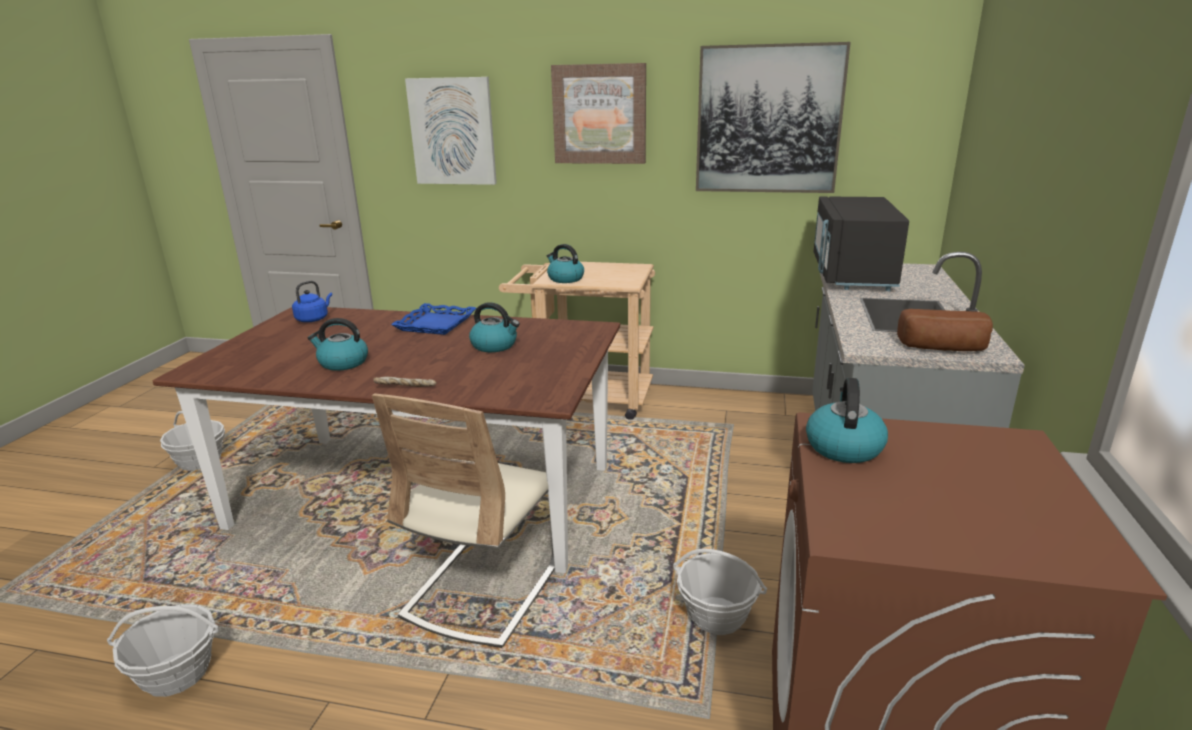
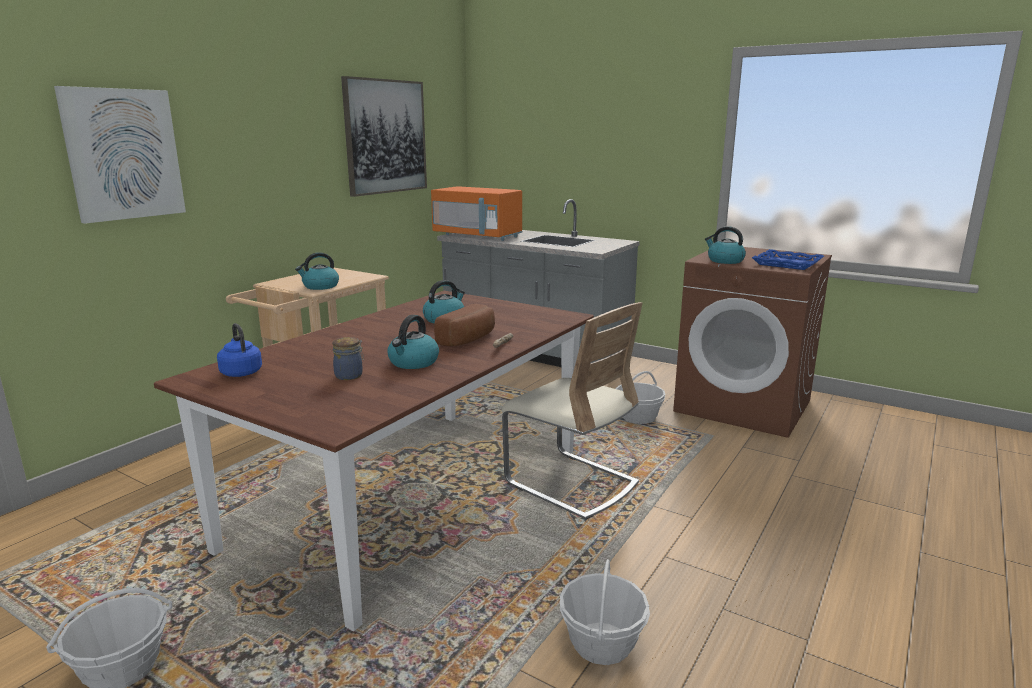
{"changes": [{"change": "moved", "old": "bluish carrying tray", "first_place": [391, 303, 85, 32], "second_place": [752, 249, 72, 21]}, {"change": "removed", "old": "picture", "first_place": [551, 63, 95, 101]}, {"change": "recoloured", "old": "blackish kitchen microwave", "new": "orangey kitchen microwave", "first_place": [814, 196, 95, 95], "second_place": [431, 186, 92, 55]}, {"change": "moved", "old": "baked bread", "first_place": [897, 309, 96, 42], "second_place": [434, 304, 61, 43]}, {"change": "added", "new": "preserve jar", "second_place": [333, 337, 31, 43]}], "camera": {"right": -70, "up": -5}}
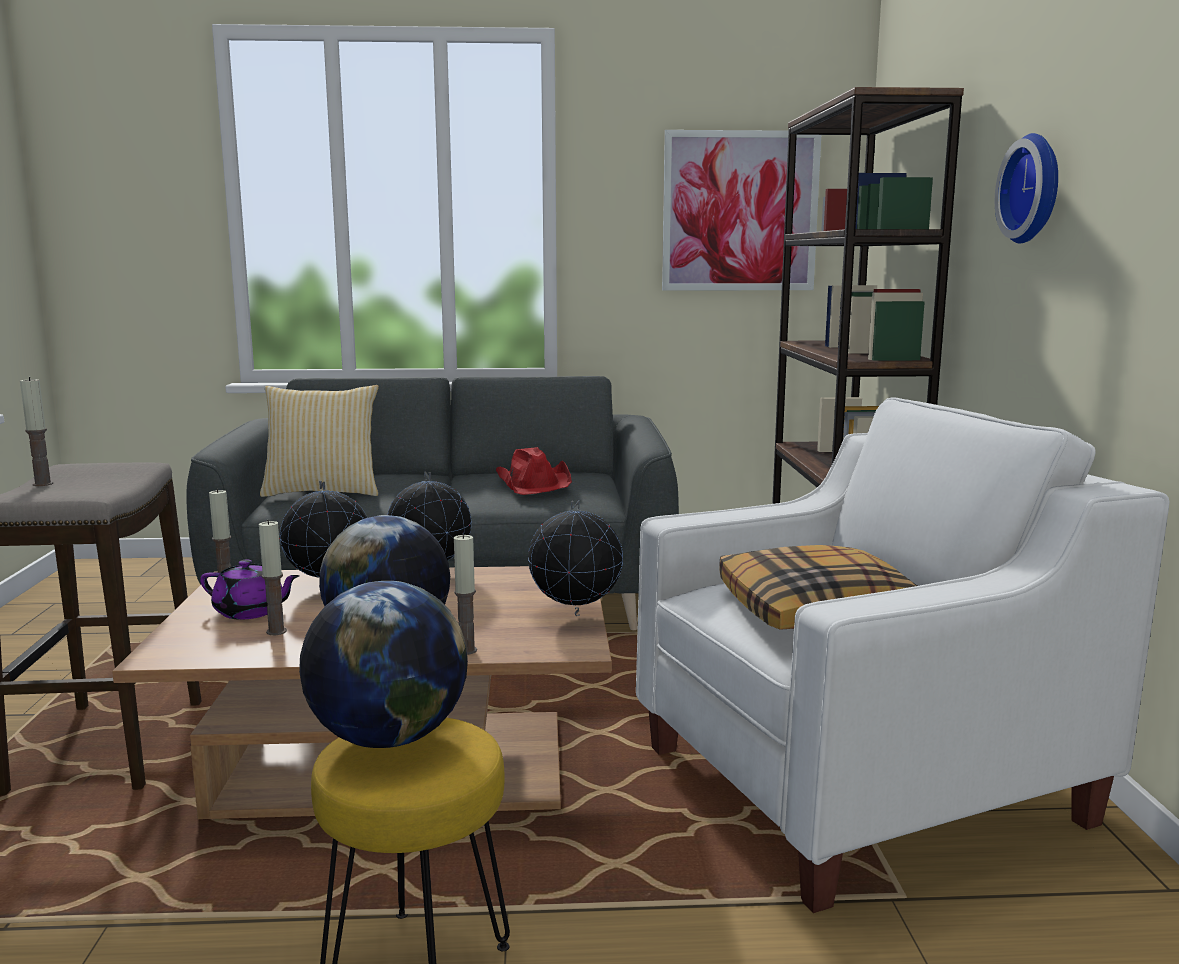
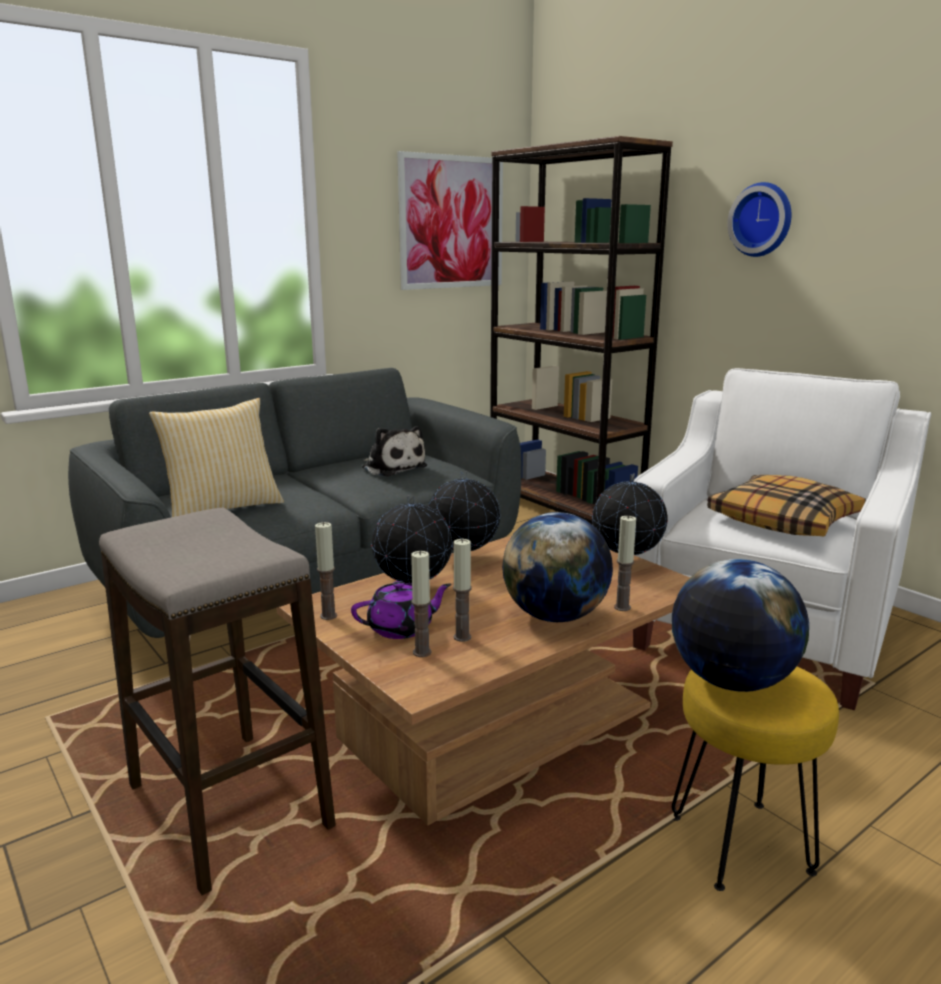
{"changes": [{"change": "moved", "old": "wax light", "first_place": [20, 377, 33, 109], "second_place": [411, 550, 20, 107]}, {"change": "replaced", "old": "red-coloured clothing hat", "new": "soft toy", "first_place": [496, 447, 76, 48], "second_place": [362, 426, 65, 50]}], "camera": {"right": -35, "up": 5}}
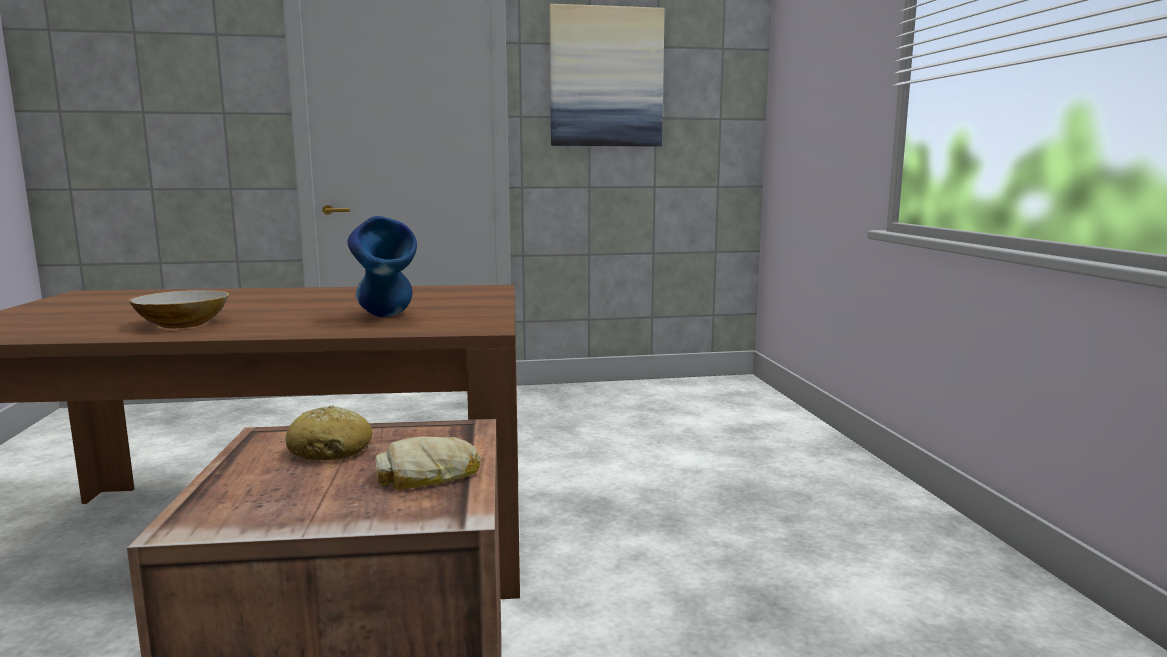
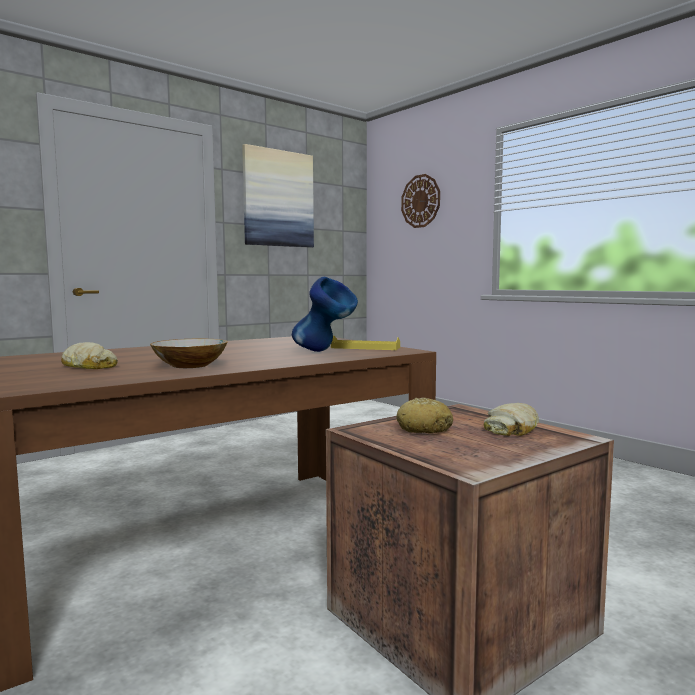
{"changes": [{"change": "added", "new": "baked bread", "second_place": [61, 342, 57, 27]}, {"change": "added", "new": "yellow carrying tray", "second_place": [331, 336, 69, 14]}, {"change": "added", "new": "clock on the wall", "second_place": [401, 174, 39, 54]}], "camera": {"right": -30, "up": -5}}
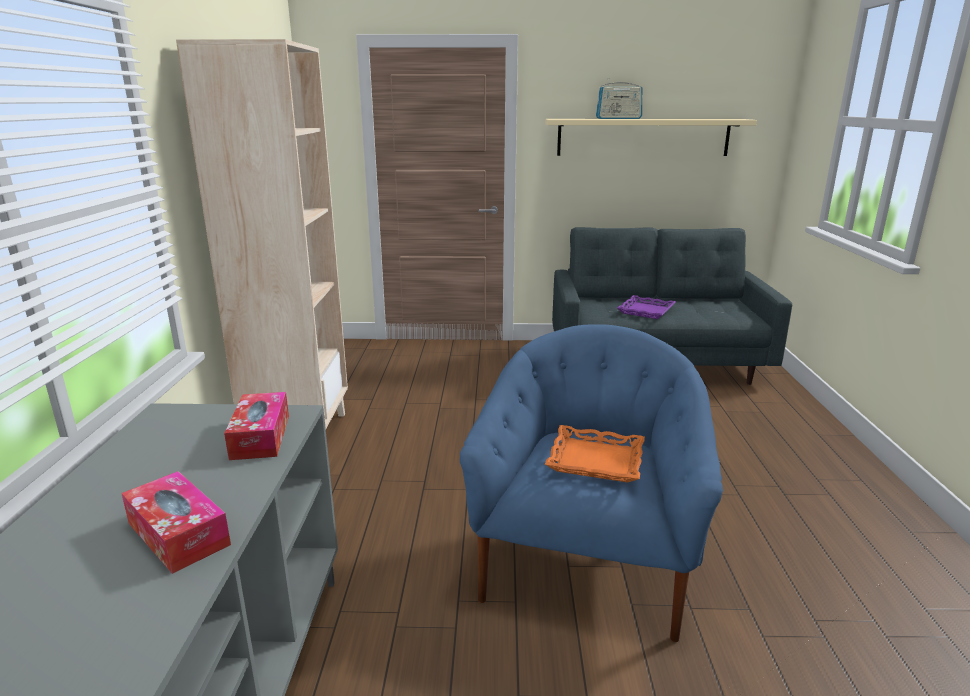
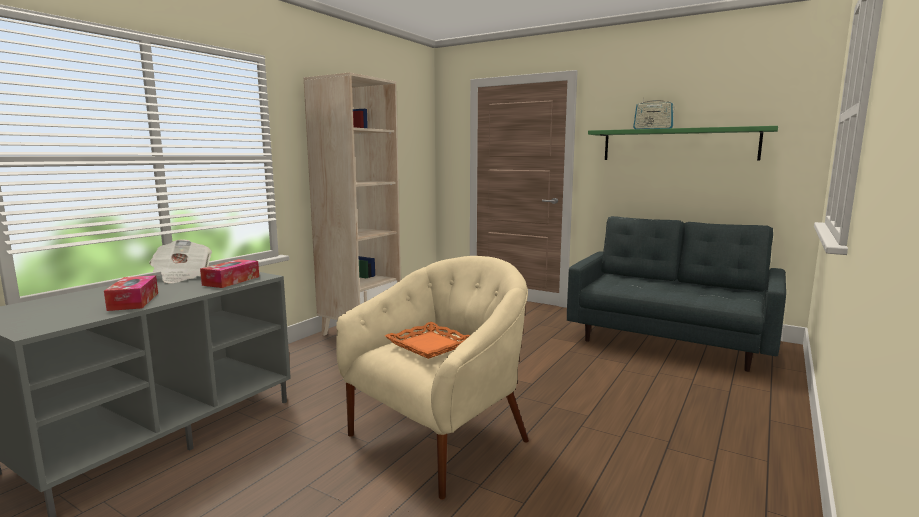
{"changes": [{"change": "recoloured", "old": "bluish lounge chair", "new": "beige-coloured lounge chair", "first_place": [460, 324, 263, 318], "second_place": [336, 256, 193, 244]}, {"change": "recoloured", "old": "beige-coloured shelf", "new": "green-coloured shelf", "first_place": [545, 119, 212, 37], "second_place": [588, 126, 190, 35]}, {"change": "removed", "old": "purple-coloured carrying tray", "first_place": [617, 295, 59, 24]}, {"change": "added", "new": "printed paper", "second_place": [149, 240, 63, 43]}], "camera": {"right": 30, "up": -10}}
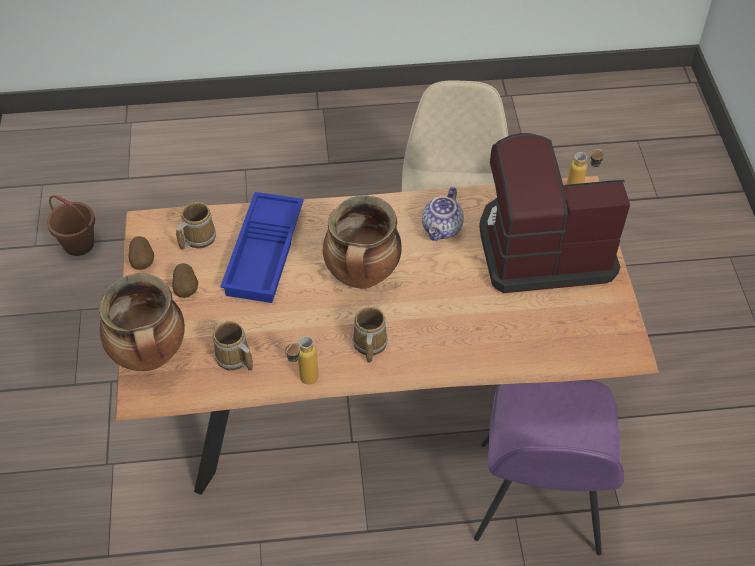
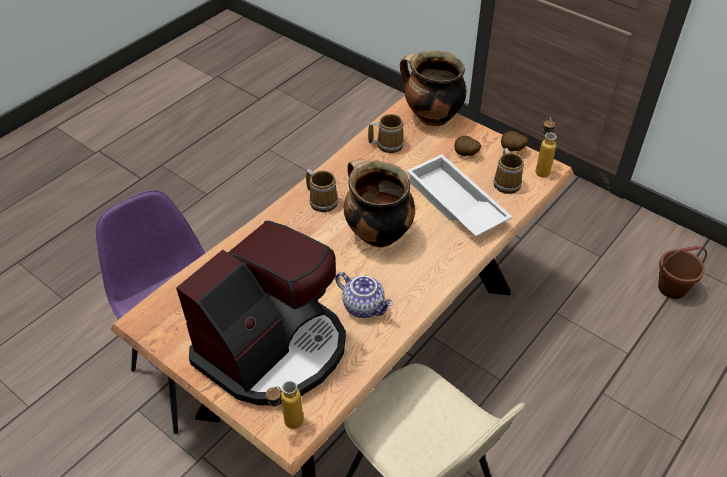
{"changes": [{"change": "recoloured", "old": "bluish carrying tray", "new": "white-coloured carrying tray", "first_place": [220, 192, 84, 111], "second_place": [407, 154, 105, 83]}, {"change": "moved", "old": "bottle", "first_place": [285, 336, 34, 48], "second_place": [536, 117, 21, 60]}, {"change": "turned", "old": "pot for tea", "first_place": [422, 187, 42, 54], "second_place": [335, 272, 58, 46], "degrees": 150}], "camera": {"right": 135, "up": -5}}
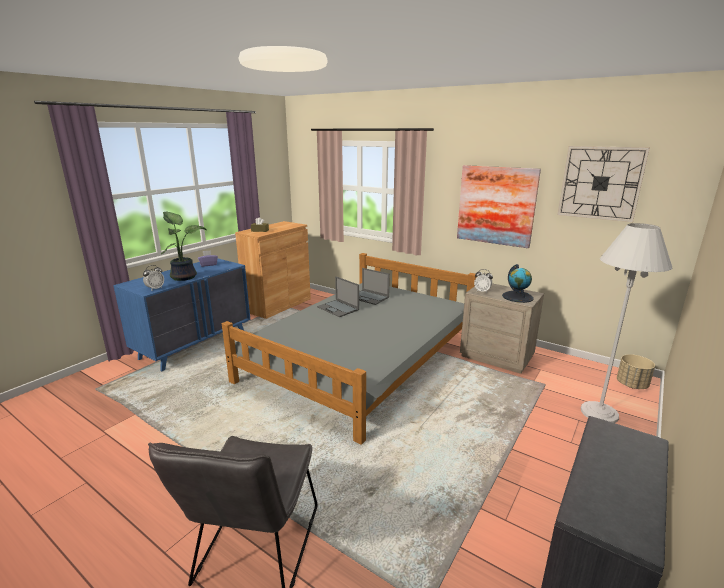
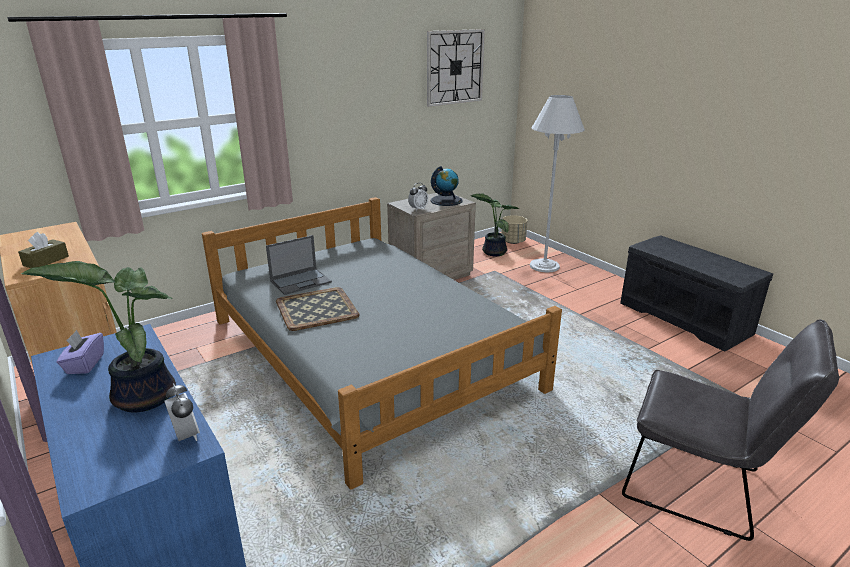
{"changes": [{"change": "replaced", "old": "laptop", "new": "carrying tray", "first_place": [317, 276, 42, 41], "second_place": [276, 287, 83, 44]}, {"change": "removed", "old": "picture", "first_place": [457, 165, 84, 83]}, {"change": "added", "new": "potted plant", "second_place": [471, 193, 48, 63]}], "camera": {"right": -70, "up": 5}}
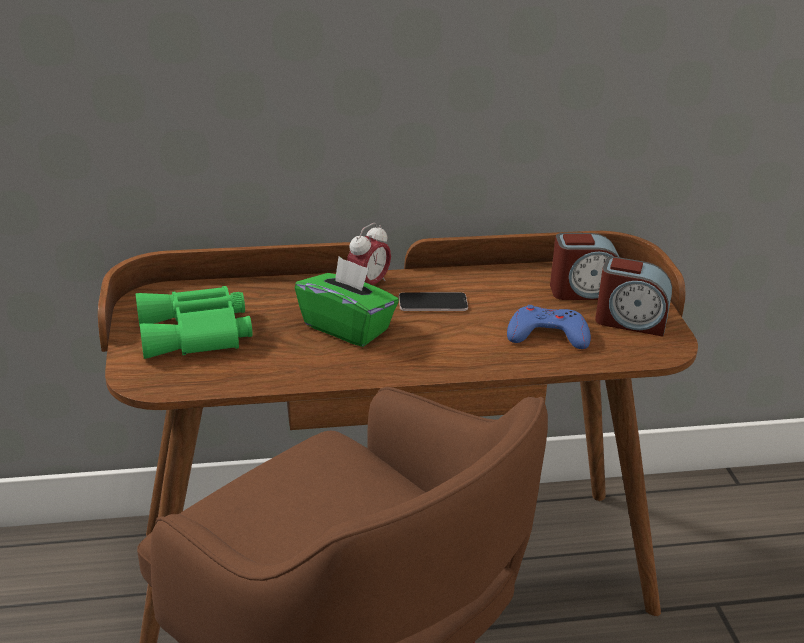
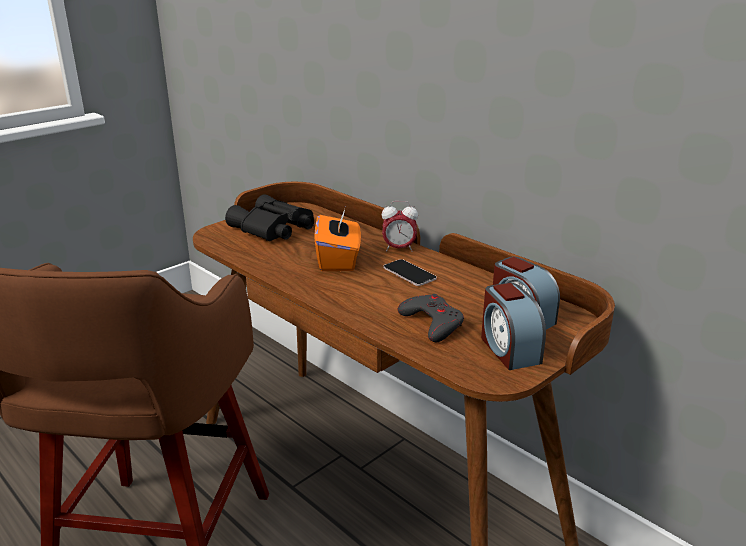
{"changes": [{"change": "recoloured", "old": "green-coloured field glasses", "new": "blackish field glasses", "first_place": [135, 286, 117, 73], "second_place": [225, 194, 89, 47]}, {"change": "recoloured", "old": "green-coloured tissue box", "new": "orangey tissue box", "first_place": [295, 256, 104, 91], "second_place": [314, 209, 47, 62]}, {"change": "recoloured", "old": "bluish game controller", "new": "gray game controller", "first_place": [507, 305, 84, 44], "second_place": [398, 294, 66, 48]}], "camera": {"right": 55, "up": -5}}
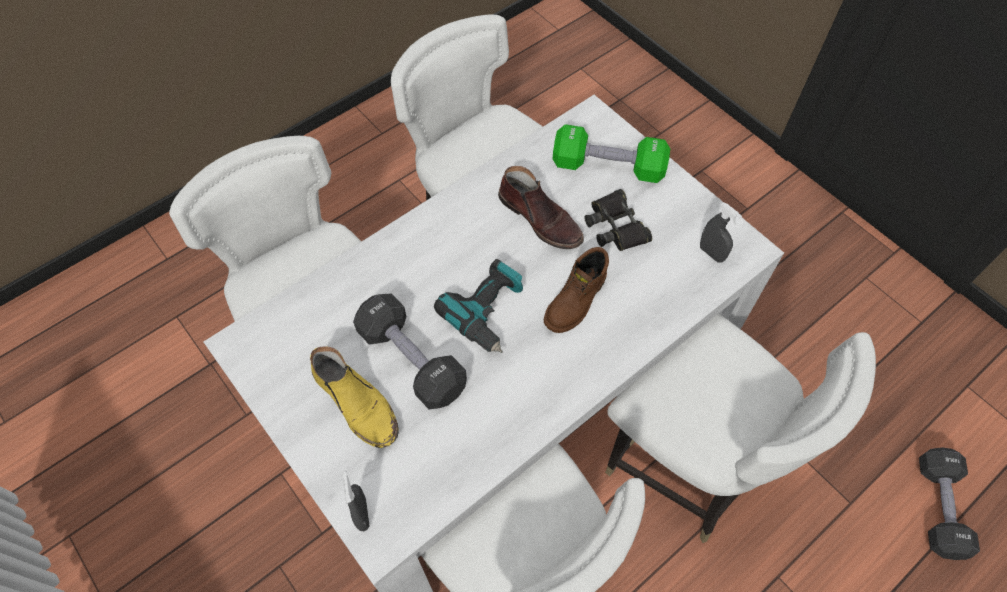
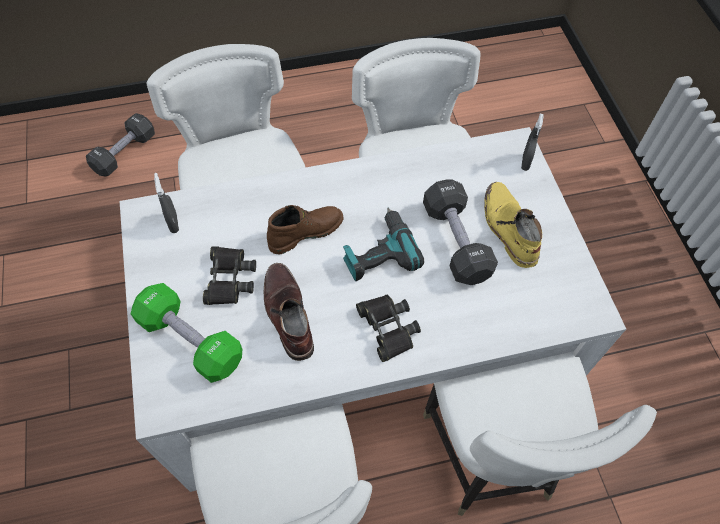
{"changes": [{"change": "added", "new": "blackish field glasses", "second_place": [356, 295, 65, 67]}], "camera": {"right": -155, "up": 0}}
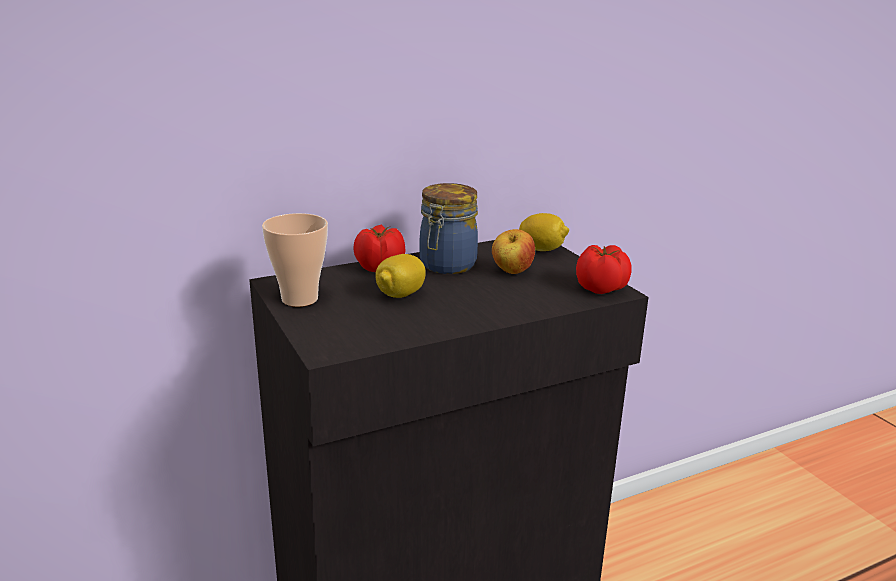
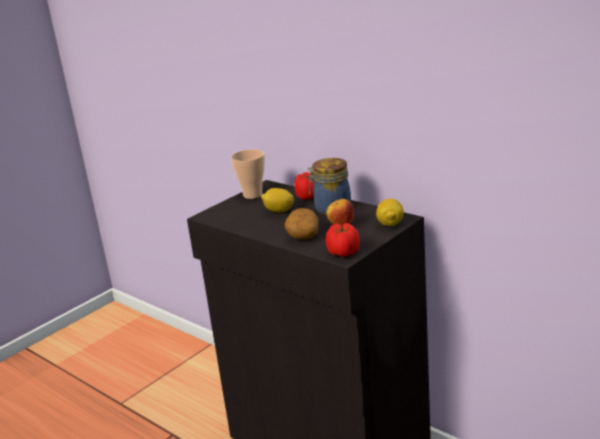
{"changes": [{"change": "added", "new": "potato", "second_place": [285, 208, 34, 32]}], "camera": {"right": 70, "up": 0}}
